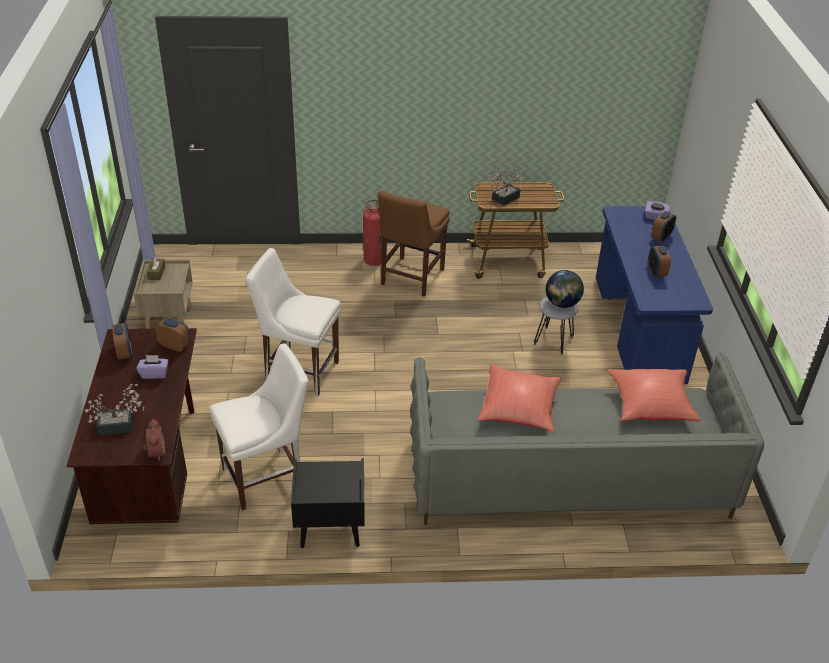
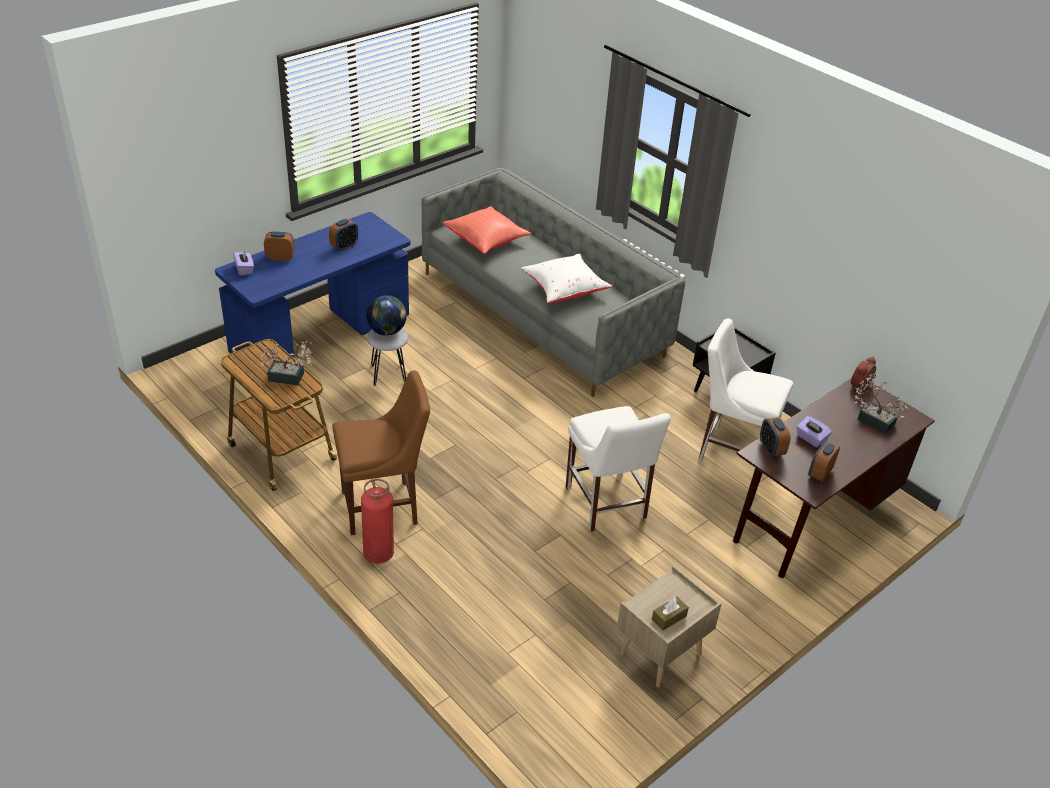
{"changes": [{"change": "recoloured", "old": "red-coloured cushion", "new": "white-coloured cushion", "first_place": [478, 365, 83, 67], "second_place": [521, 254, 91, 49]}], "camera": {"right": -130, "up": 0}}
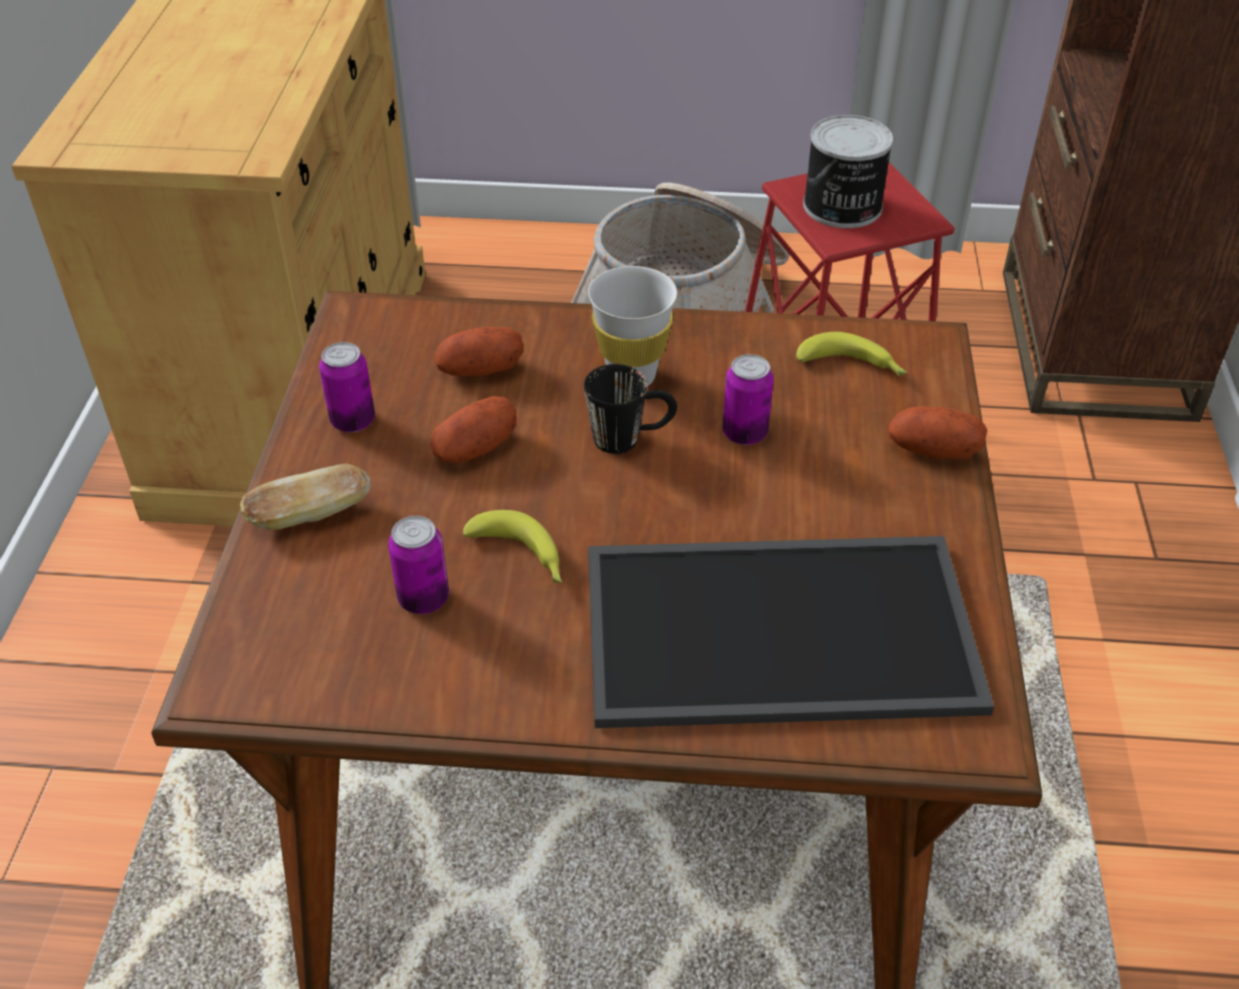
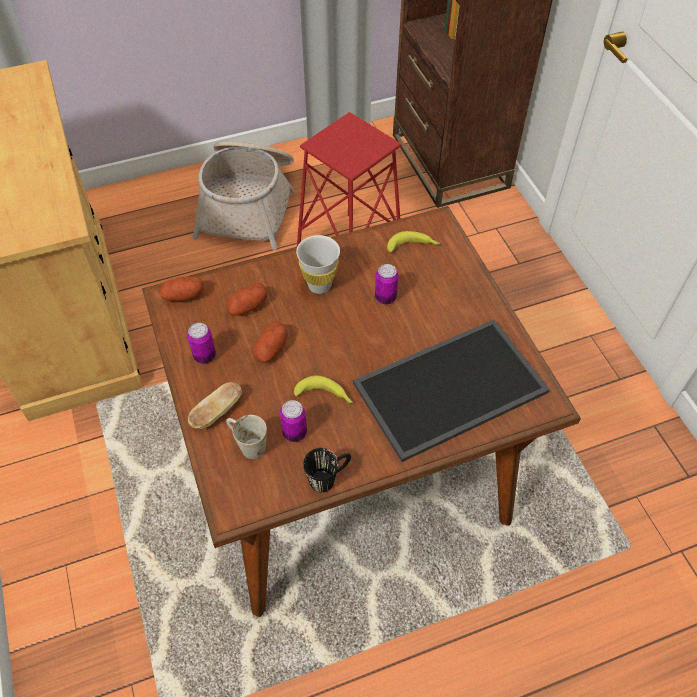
{"changes": [{"change": "moved", "old": "blackish mug", "first_place": [584, 364, 93, 90], "second_place": [303, 448, 48, 45]}, {"change": "removed", "old": "can", "first_place": [803, 115, 90, 113]}, {"change": "moved", "old": "potato", "first_place": [888, 406, 99, 54], "second_place": [159, 276, 45, 25]}, {"change": "added", "new": "white-coloured mug", "second_place": [226, 415, 41, 44]}], "camera": {"right": -25, "up": 10}}
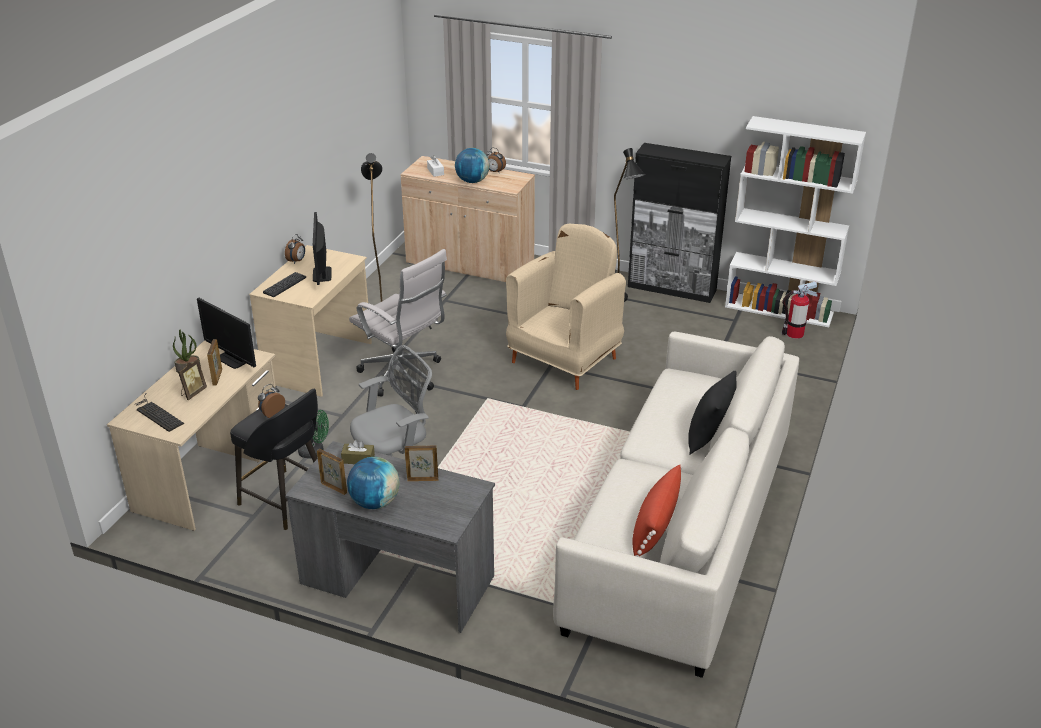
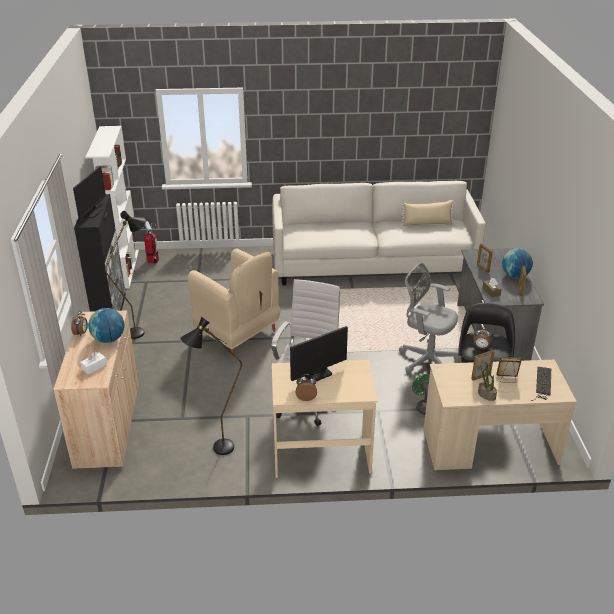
{"changes": [{"change": "moved", "old": "computer display", "first_place": [197, 298, 59, 71], "second_place": [73, 166, 33, 53]}, {"change": "removed", "old": "computer keyboard", "first_place": [263, 272, 43, 25]}, {"change": "turned", "old": "beige-coloured lounge chair", "first_place": [506, 224, 120, 166], "second_place": [188, 248, 92, 110], "degrees": -150}, {"change": "recoloured", "old": "red-coloured cushion", "new": "beige-coloured cushion", "first_place": [632, 465, 50, 92], "second_place": [401, 200, 54, 26]}, {"change": "removed", "old": "blackish cushion", "first_place": [688, 371, 49, 83]}], "camera": {"right": -115, "up": 0}}
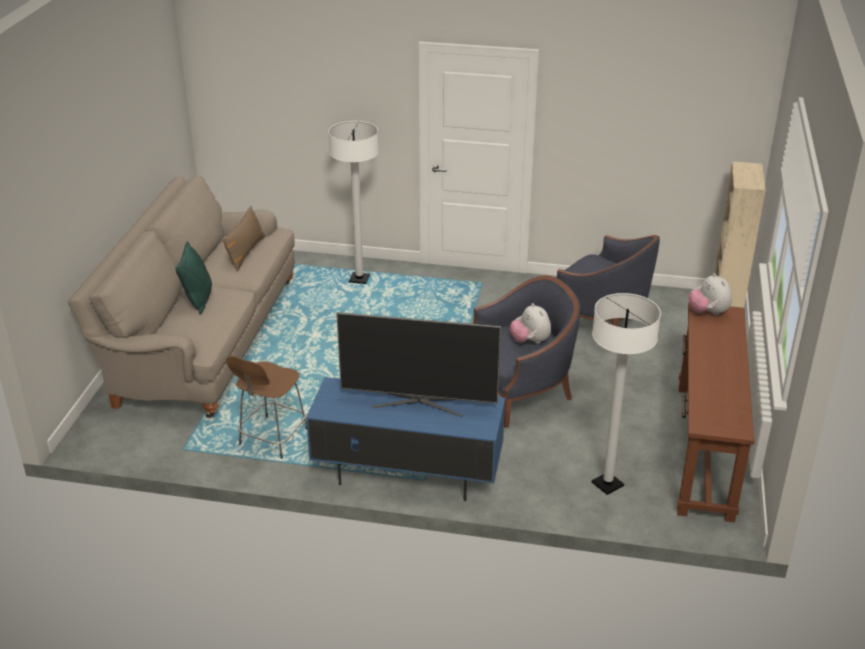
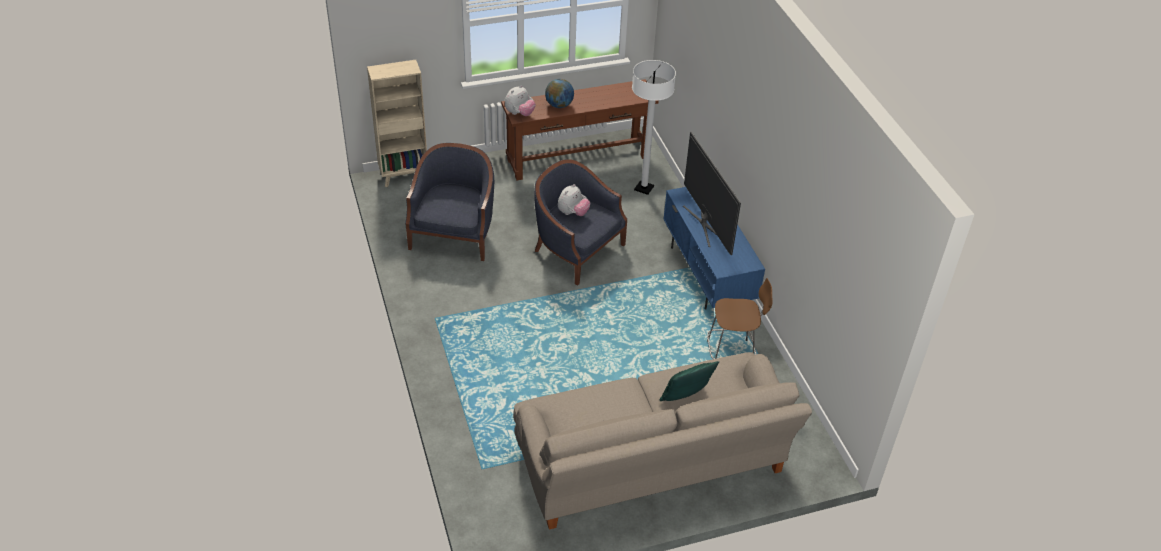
{"changes": [{"change": "removed", "old": "brown cushion", "first_place": [222, 206, 43, 66]}, {"change": "removed", "old": "white-coloured standard lamp", "first_place": [329, 121, 50, 163]}, {"change": "added", "new": "globe", "second_place": [545, 79, 29, 29]}], "camera": {"right": -120, "up": 10}}
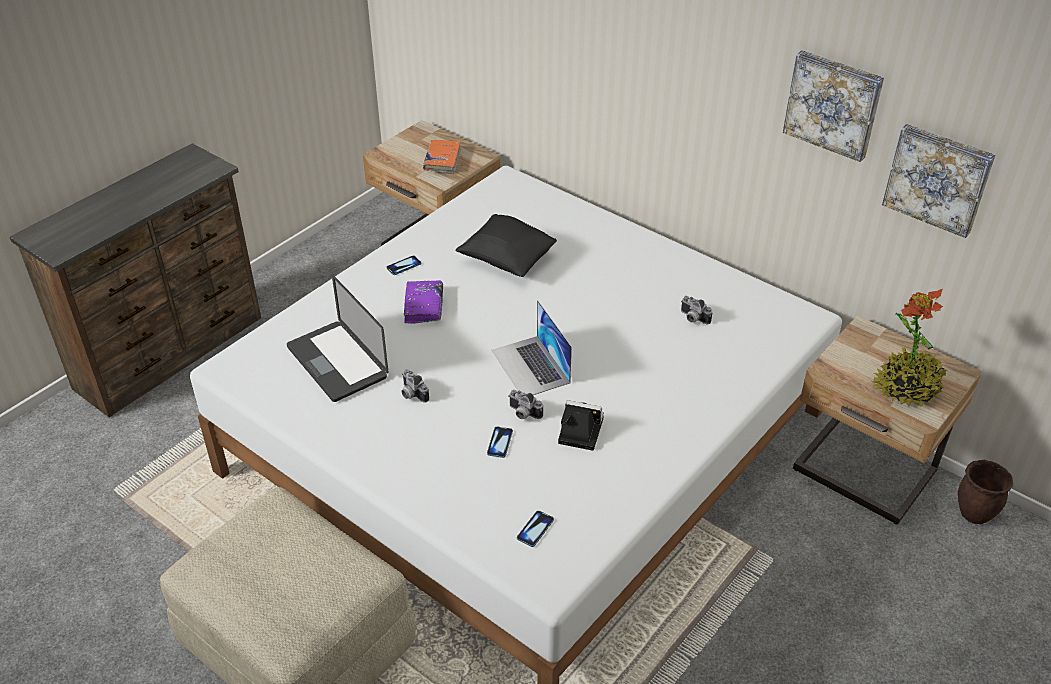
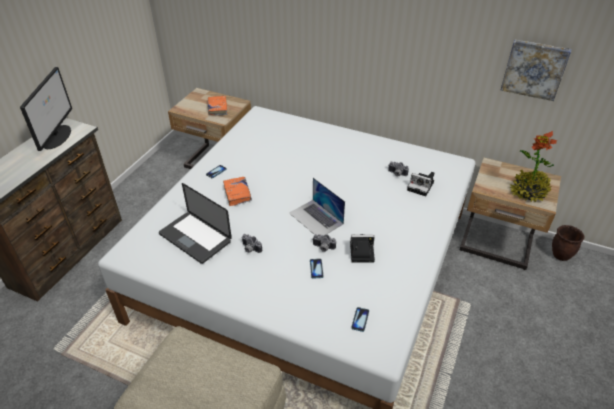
{"changes": [{"change": "recoloured", "old": "purple-coloured volume", "new": "orangey volume", "first_place": [404, 280, 39, 44], "second_place": [223, 177, 29, 29]}, {"change": "removed", "old": "blackish cushion", "first_place": [455, 214, 102, 63]}, {"change": "removed", "old": "picture", "first_place": [783, 50, 101, 112]}, {"change": "added", "new": "computer display", "second_place": [20, 67, 52, 84]}, {"change": "added", "new": "still camera", "second_place": [407, 172, 27, 24]}], "camera": {"right": -15, "up": 0}}
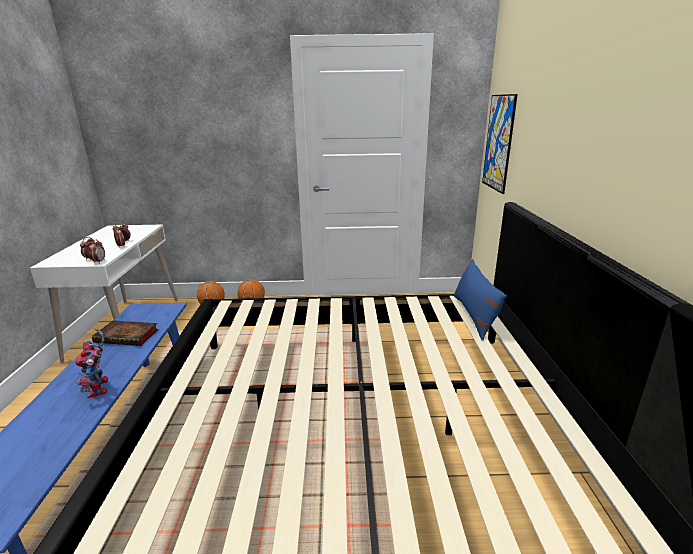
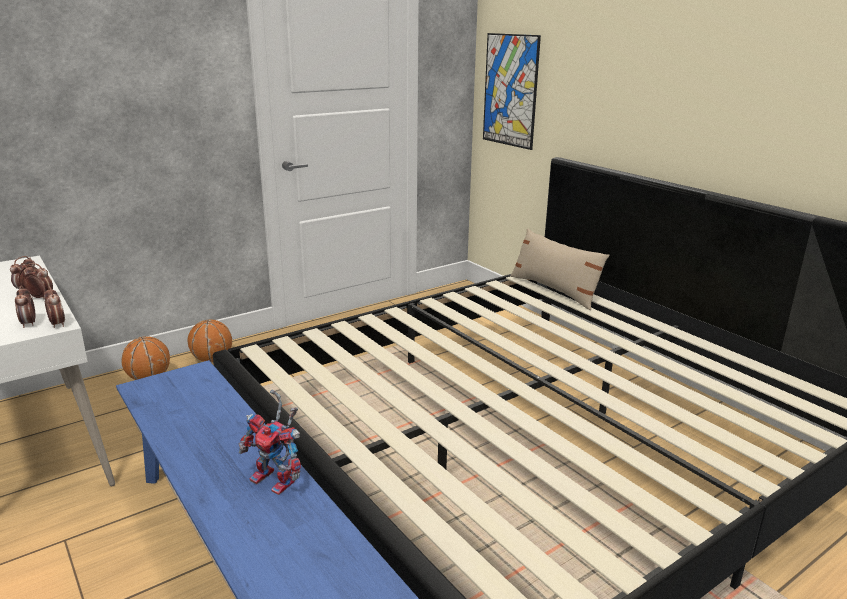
{"changes": [{"change": "removed", "old": "volume", "first_place": [92, 320, 67, 26]}, {"change": "recoloured", "old": "bluish cushion", "new": "beige-coloured cushion", "first_place": [453, 259, 54, 82], "second_place": [510, 228, 100, 82]}], "camera": {"right": -35, "up": 0}}
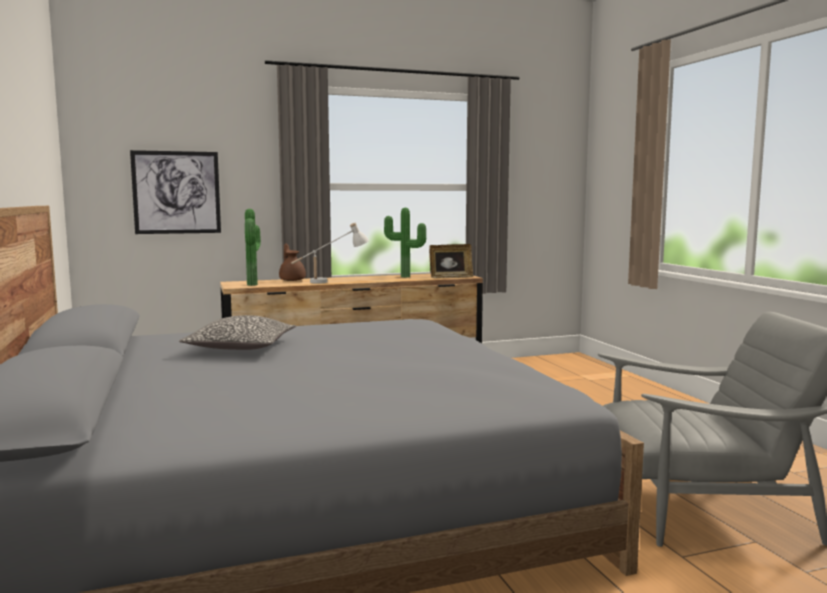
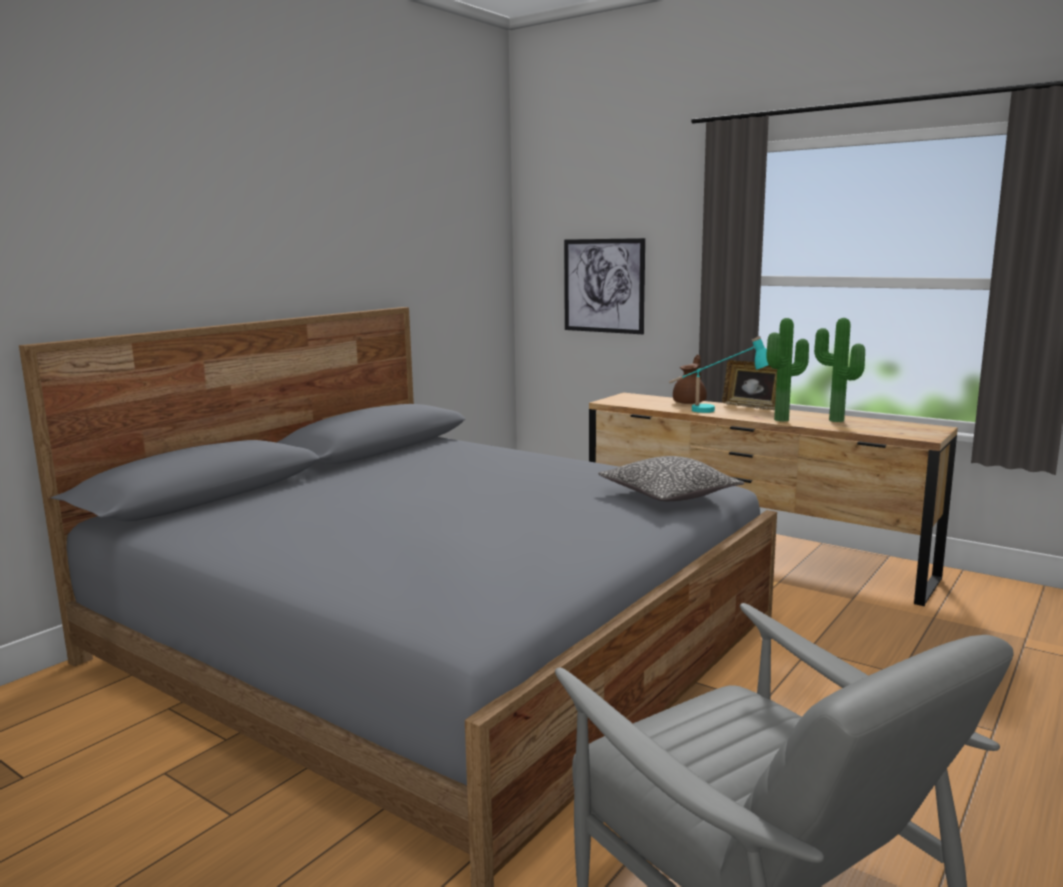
{"changes": [{"change": "moved", "old": "cushion", "first_place": [179, 315, 117, 35], "second_place": [598, 456, 147, 45]}, {"change": "moved", "old": "potted plant", "first_place": [245, 209, 16, 77], "second_place": [766, 318, 43, 103]}, {"change": "recoloured", "old": "white-coloured tabletop lamp", "new": "turquoise-coloured tabletop lamp", "first_place": [291, 223, 78, 61], "second_place": [669, 336, 99, 77]}, {"change": "moved", "old": "photo frame", "first_place": [429, 244, 44, 34], "second_place": [722, 360, 55, 50]}], "camera": {"right": 55, "up": 5}}
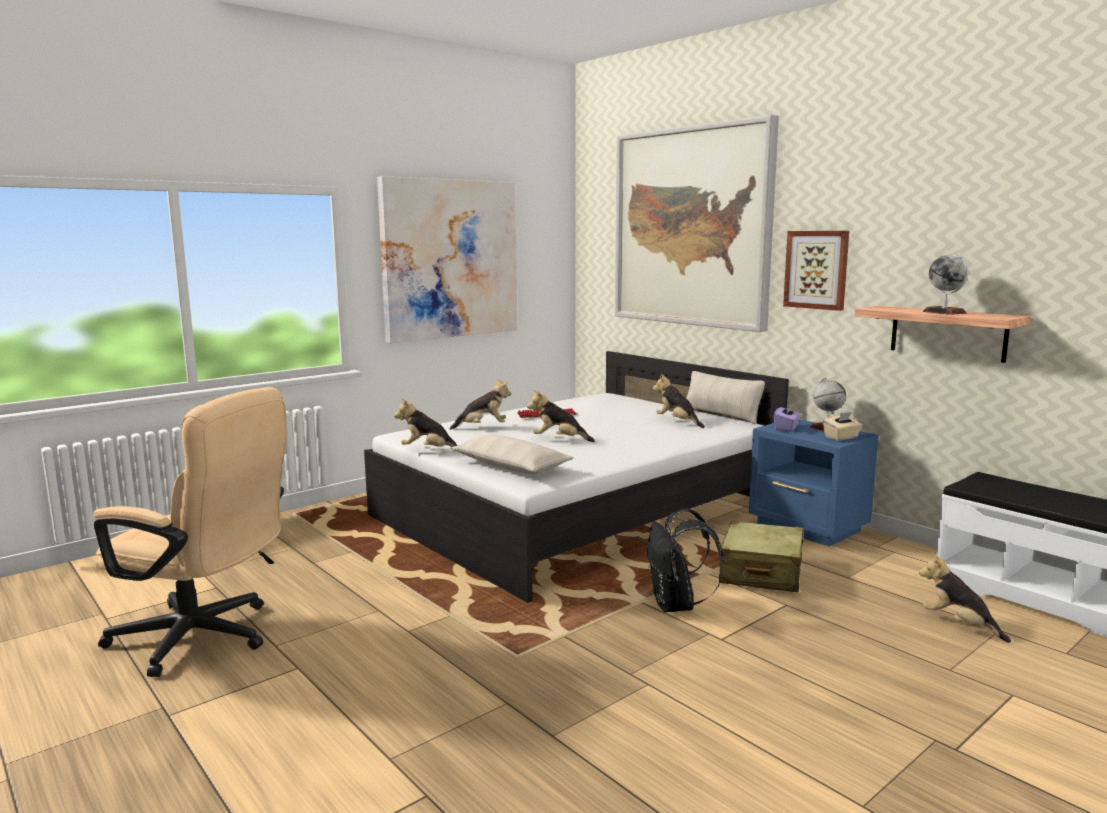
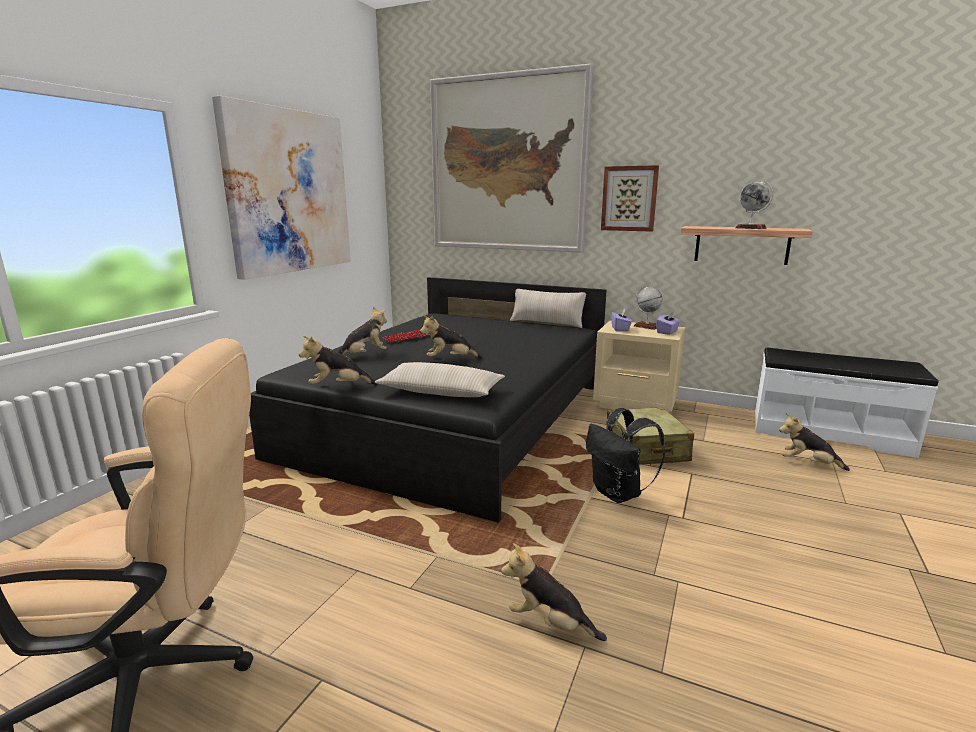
{"changes": [{"change": "recoloured", "old": "white-coloured bed", "new": "blackish bed", "first_place": [364, 351, 425, 252], "second_place": [249, 277, 358, 246]}, {"change": "moved", "old": "soft toy", "first_place": [653, 374, 52, 54], "second_place": [501, 543, 106, 98]}, {"change": "recoloured", "old": "bluish nightstand", "new": "beige-coloured nightstand", "first_place": [749, 419, 130, 127], "second_place": [593, 320, 92, 92]}, {"change": "recoloured", "old": "beige-coloured tissue box", "new": "purple-coloured tissue box", "first_place": [823, 412, 39, 29], "second_place": [656, 311, 25, 24]}], "camera": {"right": -25, "up": 5}}
